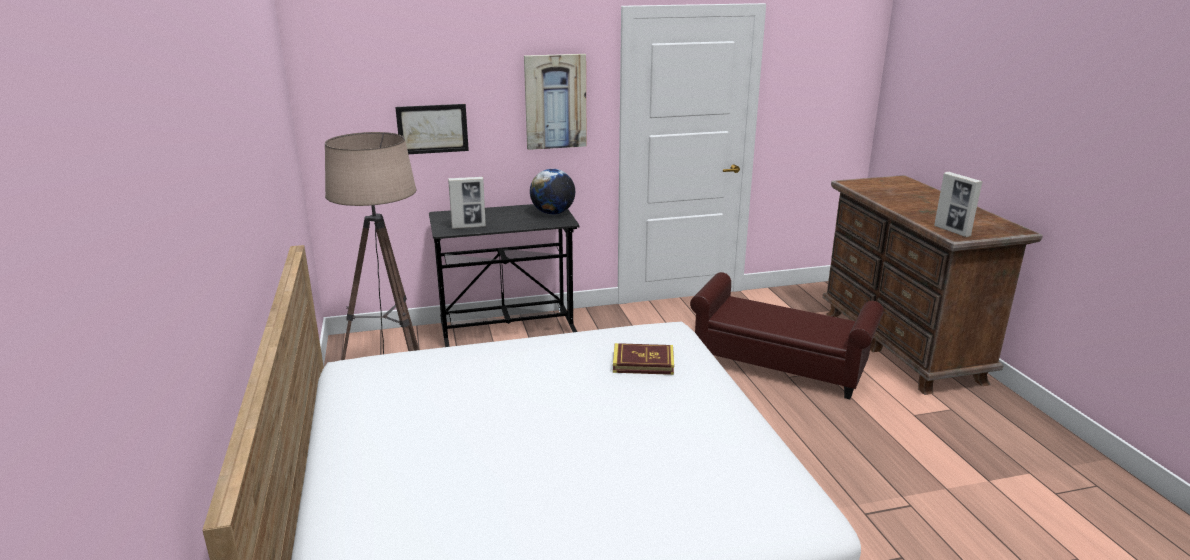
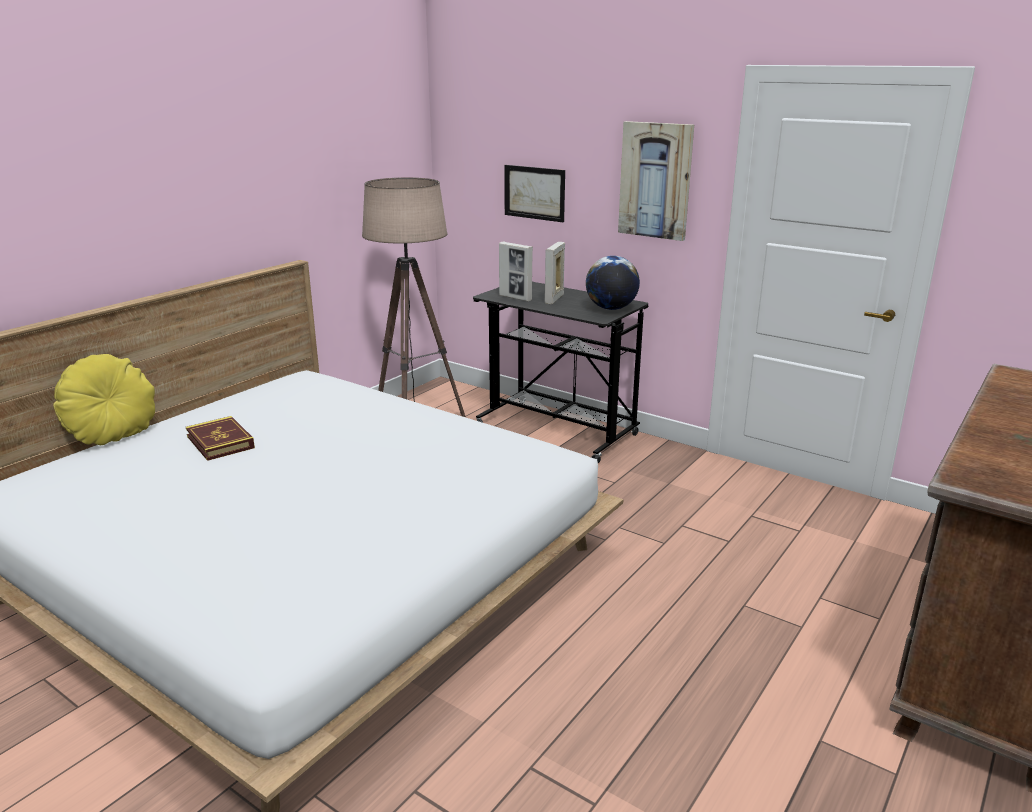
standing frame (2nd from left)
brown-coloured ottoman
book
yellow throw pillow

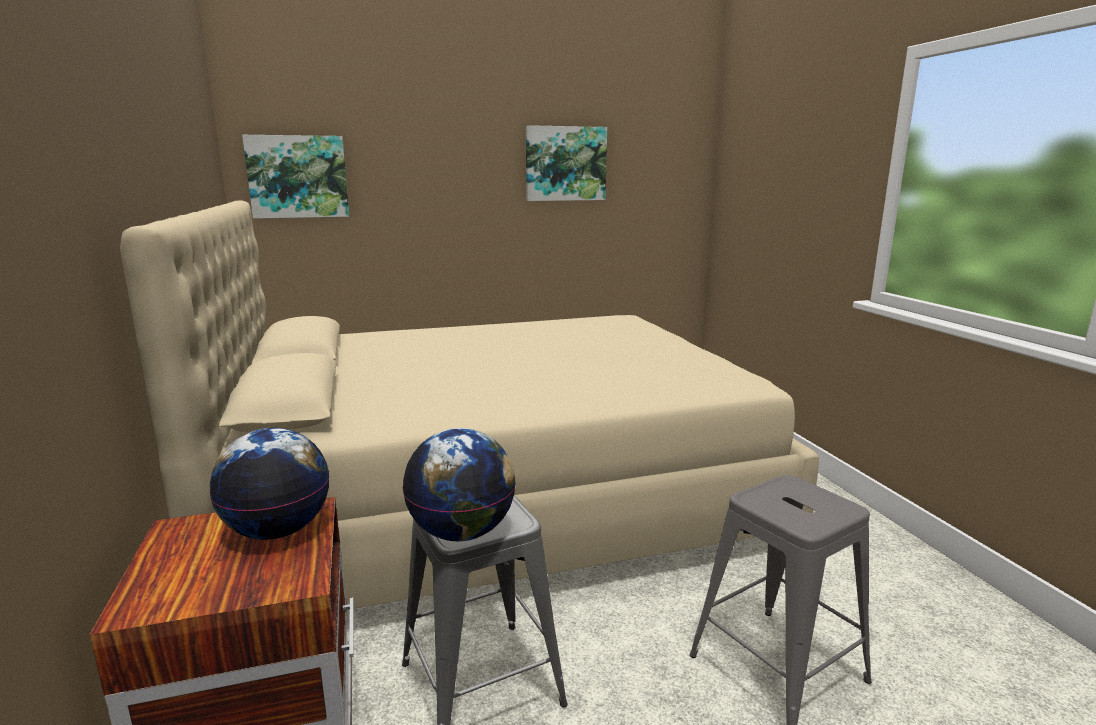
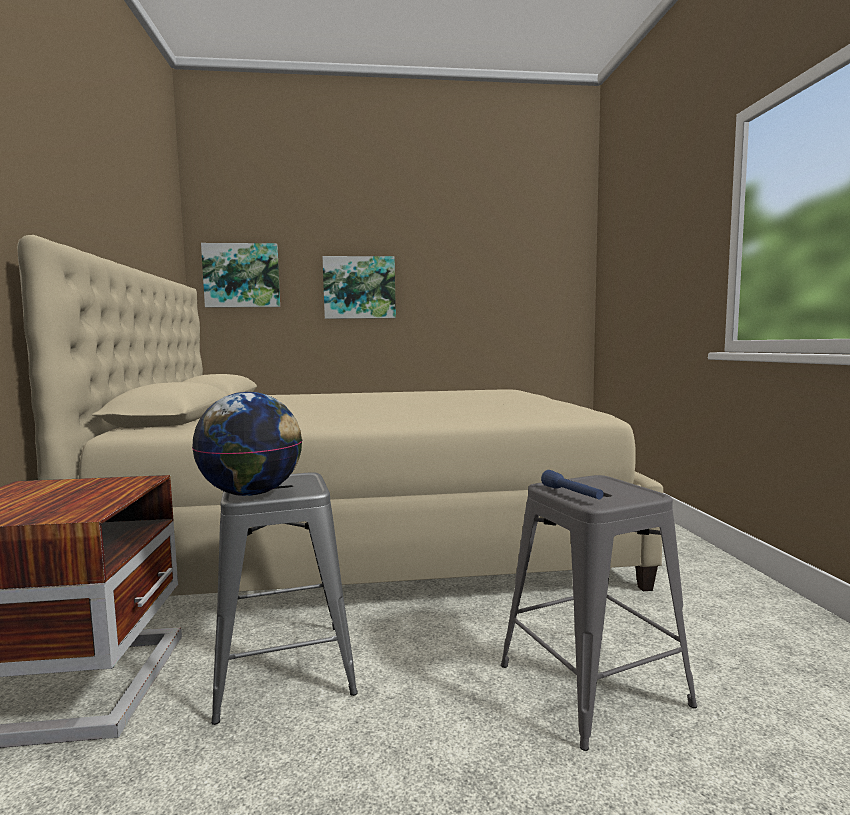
picture (2nd from left)
world globe (1st from left in the first image)
blue flashlight

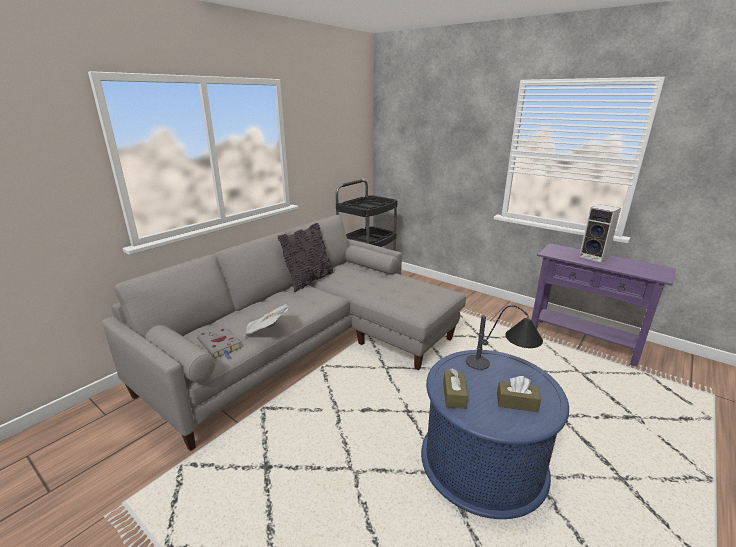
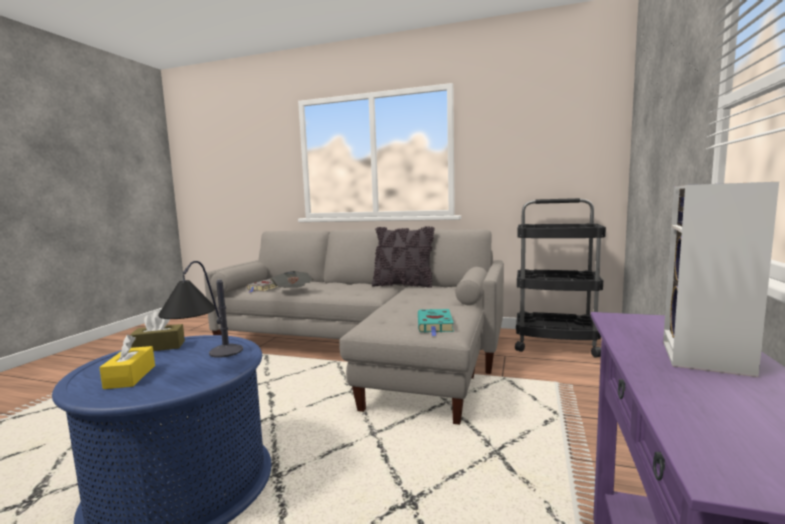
yellow tissue holder
blue-green book

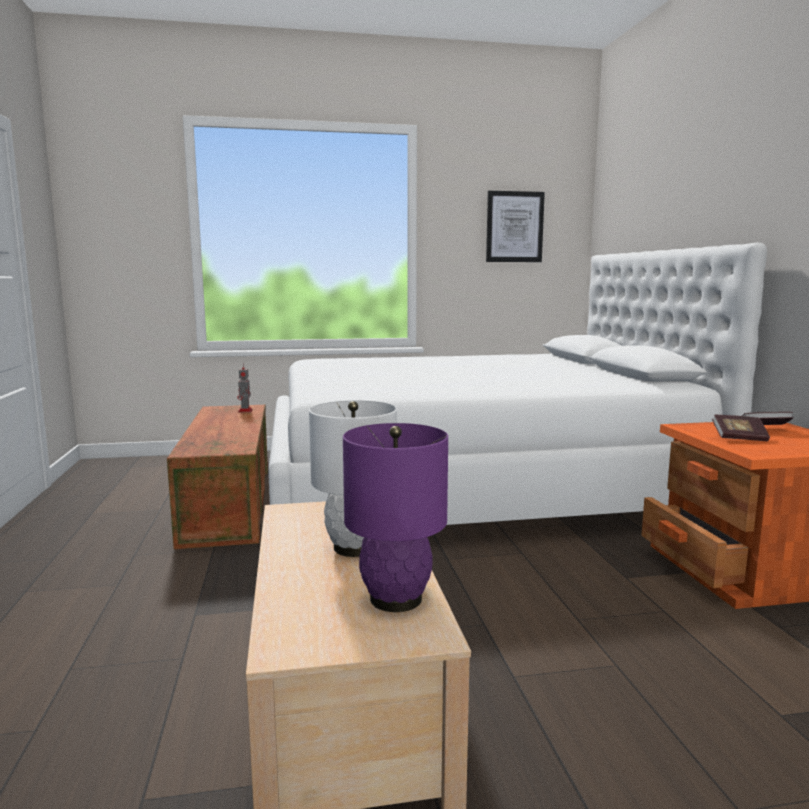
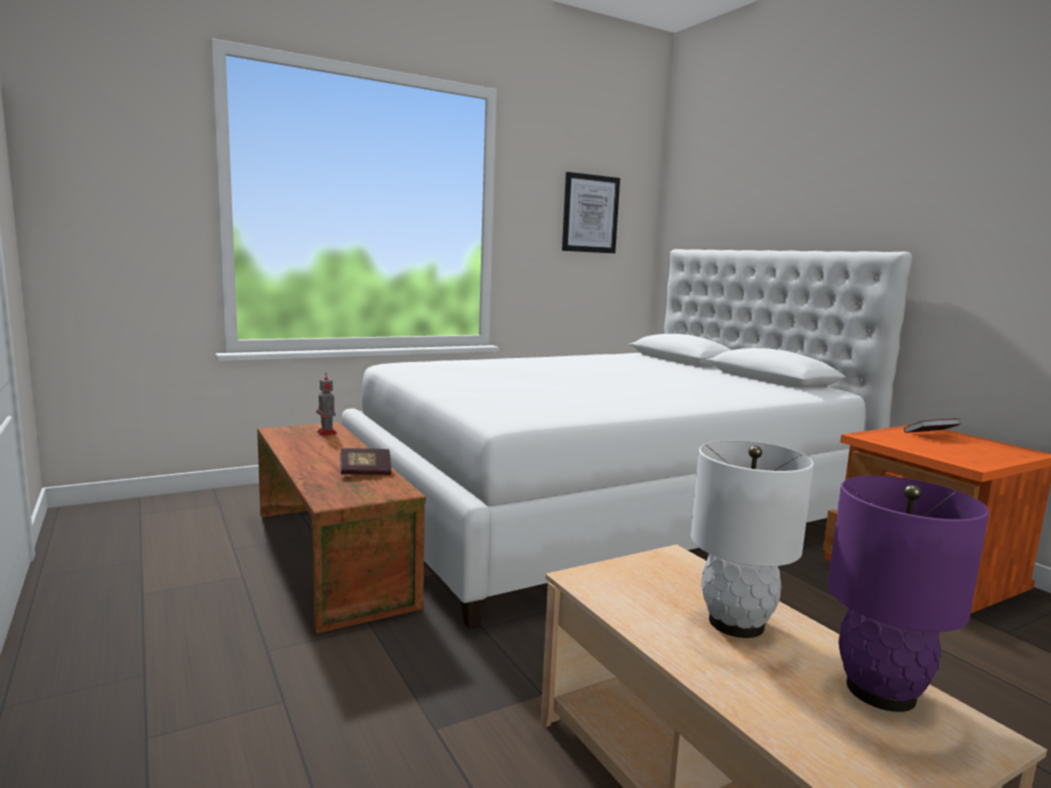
book (1st from left)

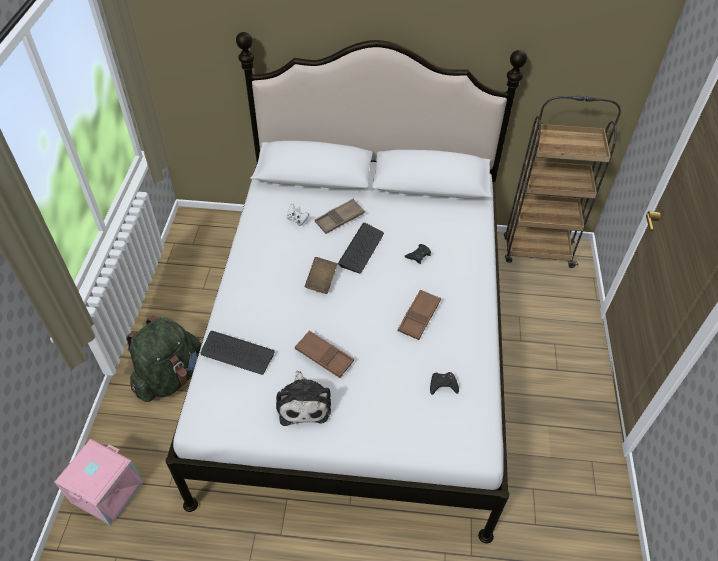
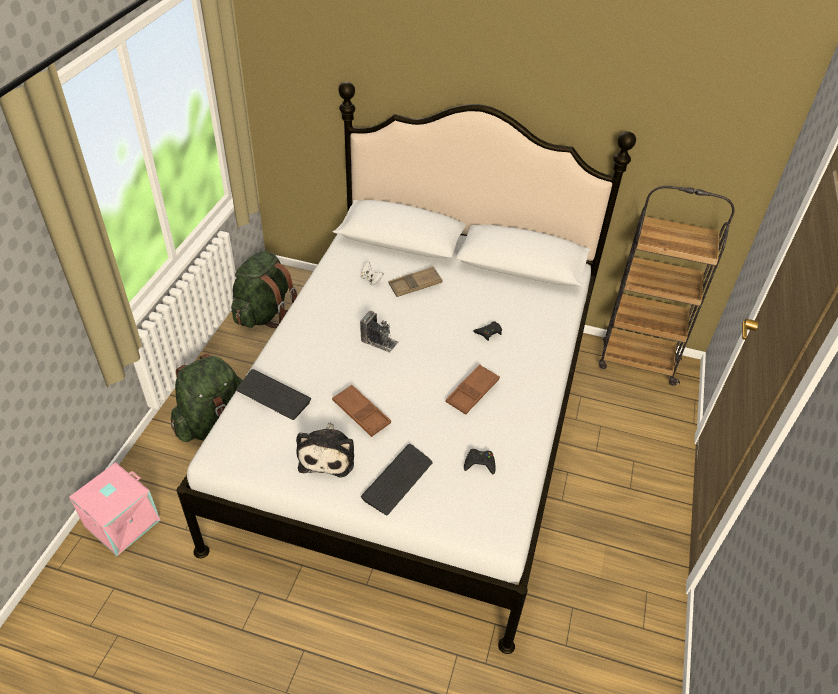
keyboard (2nd from left)
photo camera
green backpack (2nd from left)

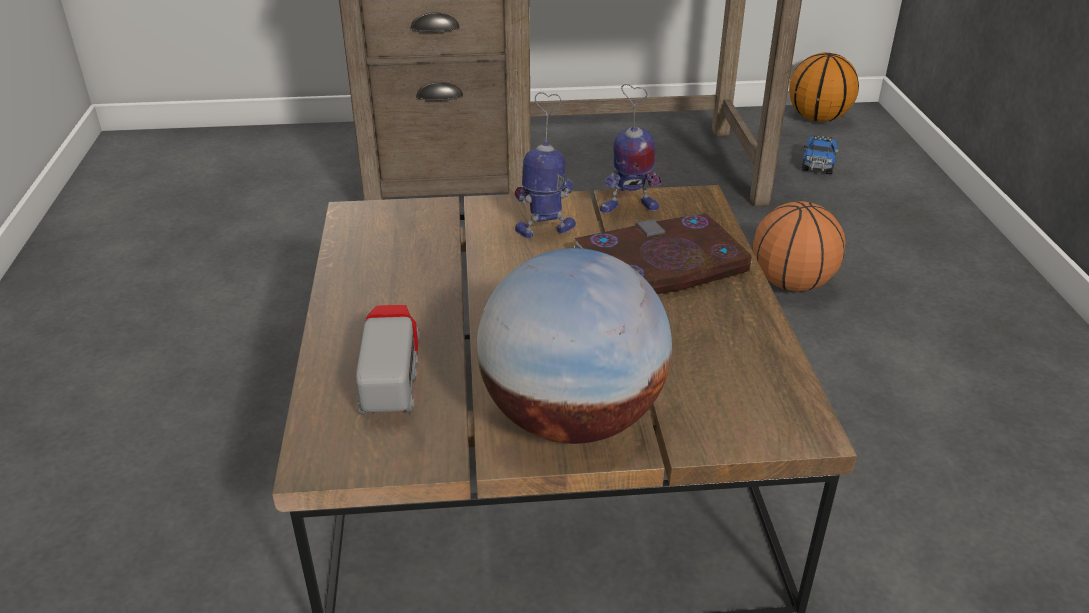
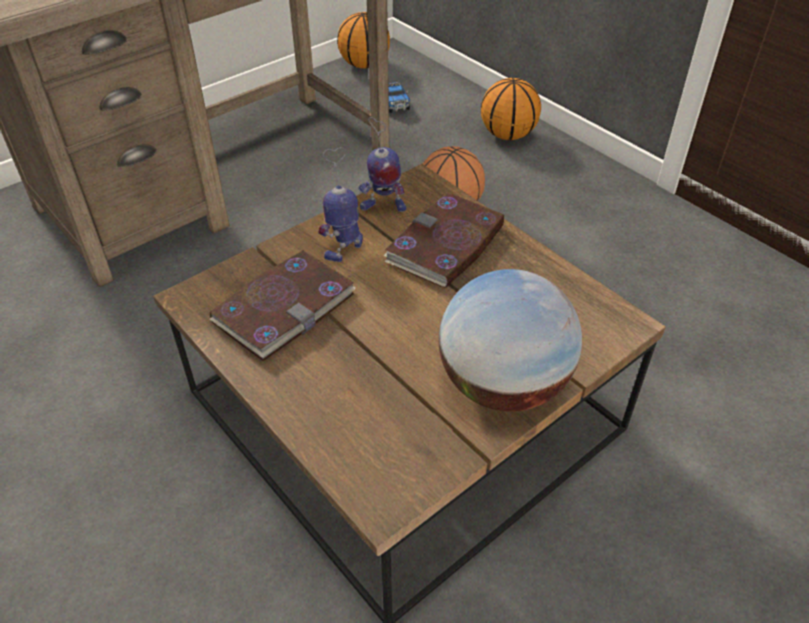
toy robot (2nd from left)
toy truck (1st from left in the first image)
basketball (3rd from left)
book (1st from left)

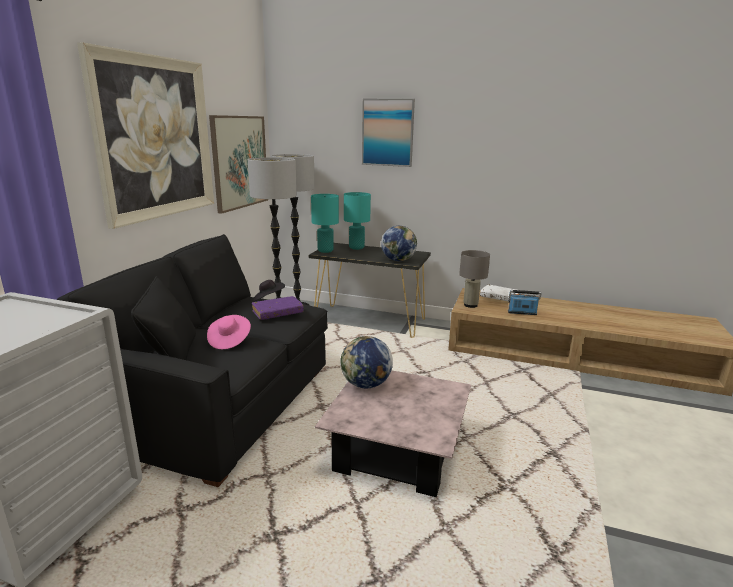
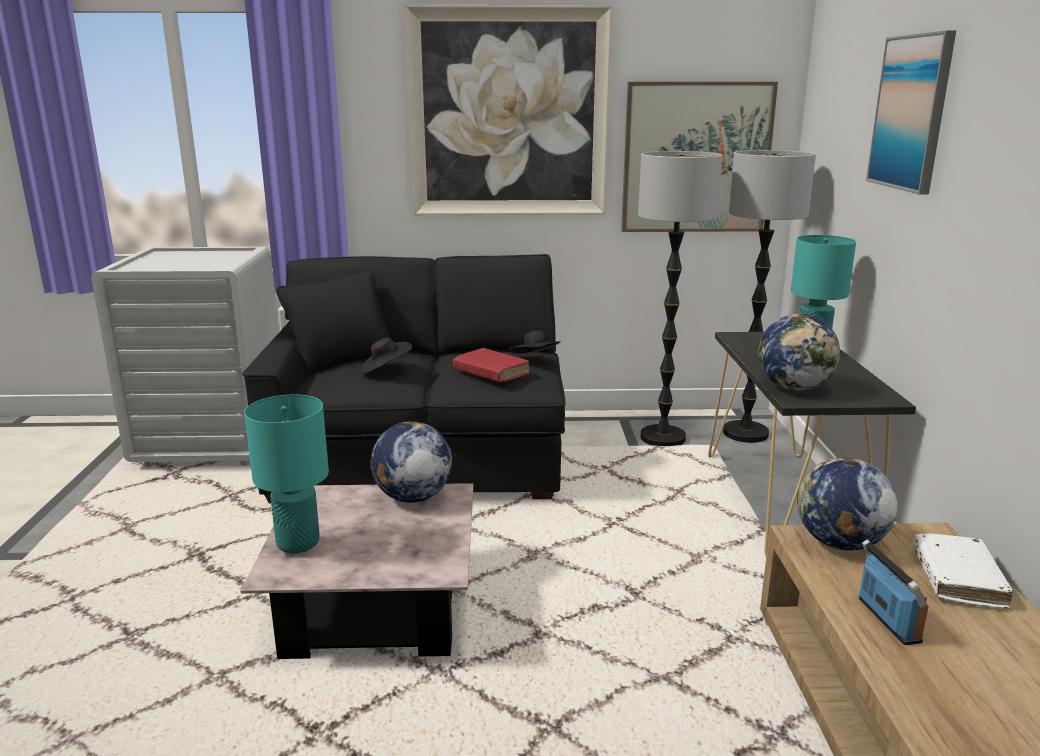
blue-green tabletop lamp (1st from left)
world globe (3rd from left)
red book
black hat (1st from left)

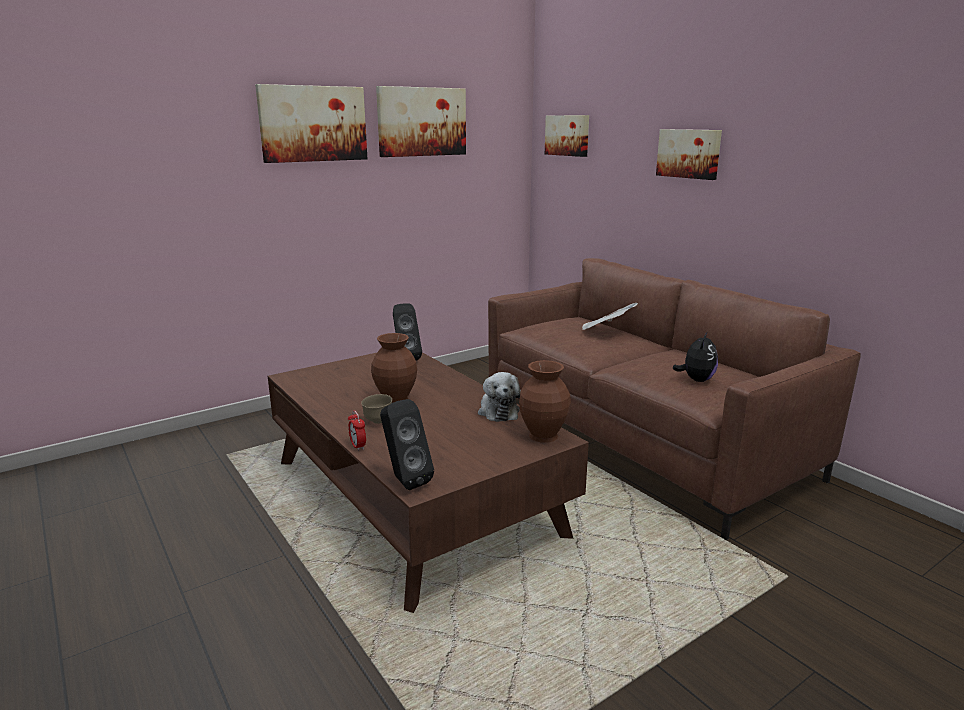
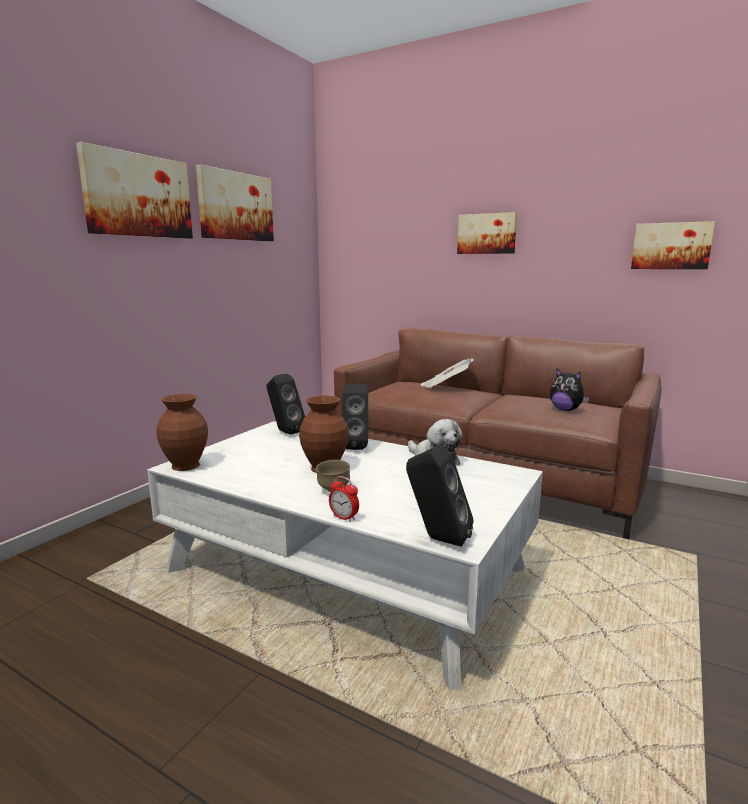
picture (4th from left)
plush toy (2nd from left)
white low table
brown-coloured decorative vase (1st from left)
black audio speaker (2nd from left)

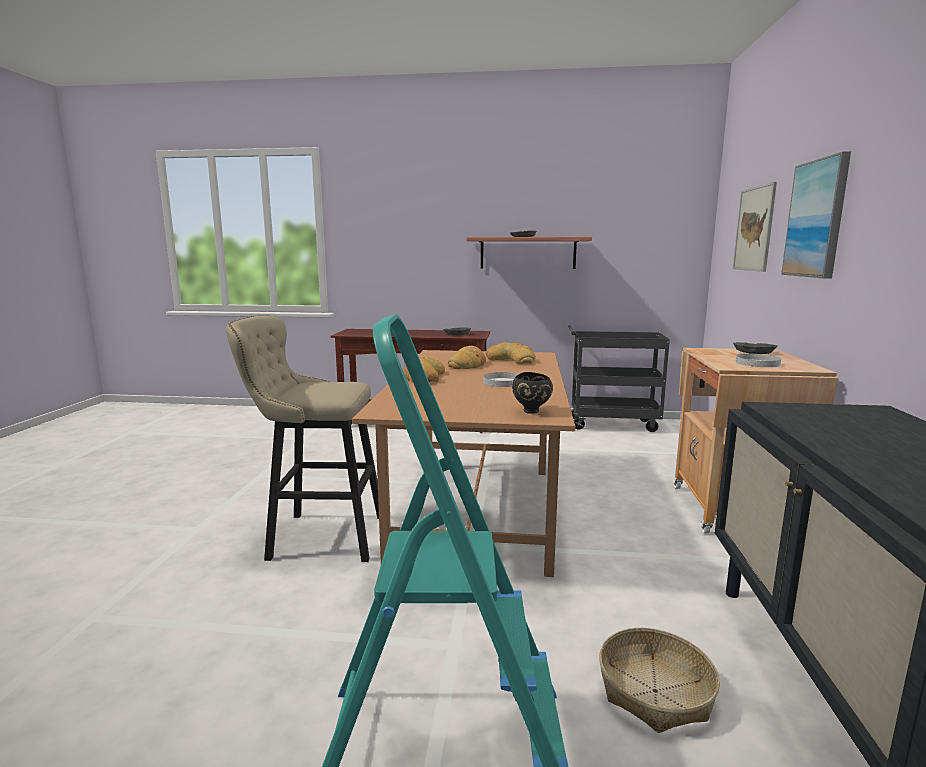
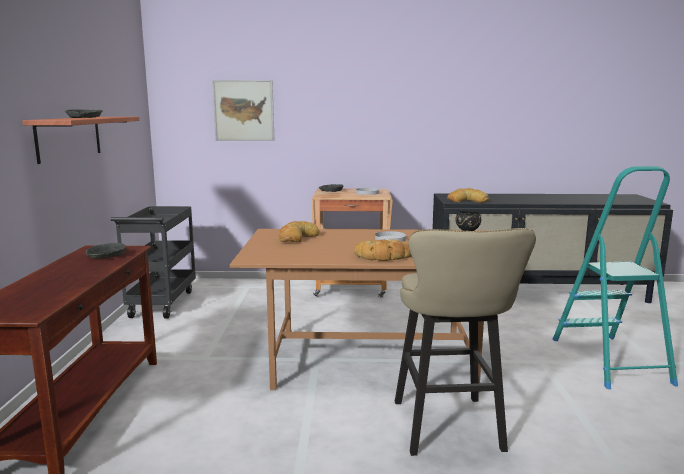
picture (2nd from left in the first image)
bakery bread (3rd from left)
storage basket

